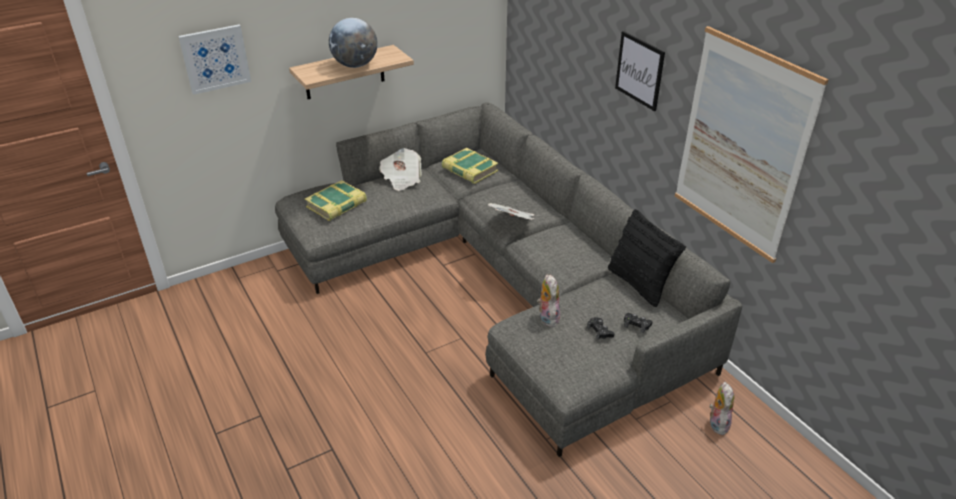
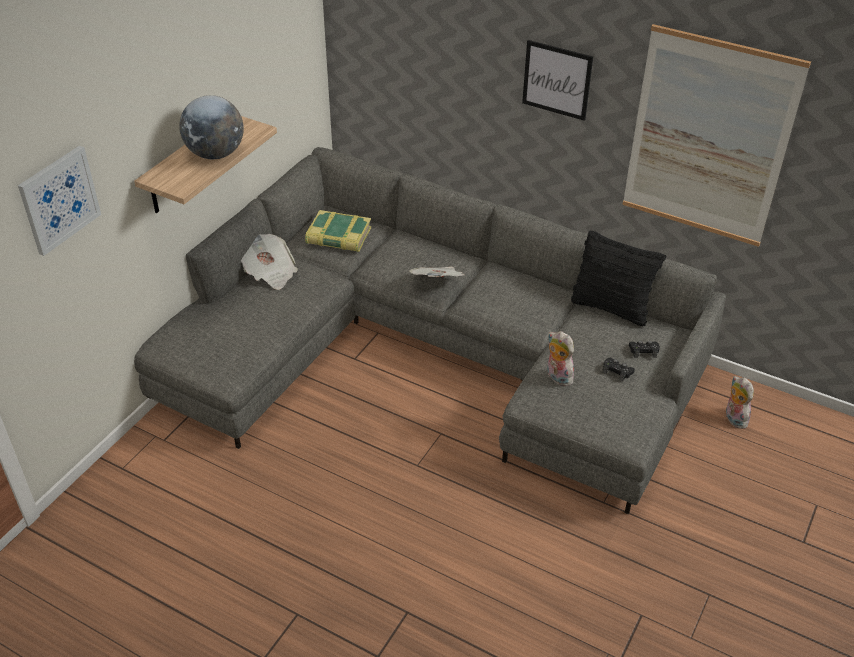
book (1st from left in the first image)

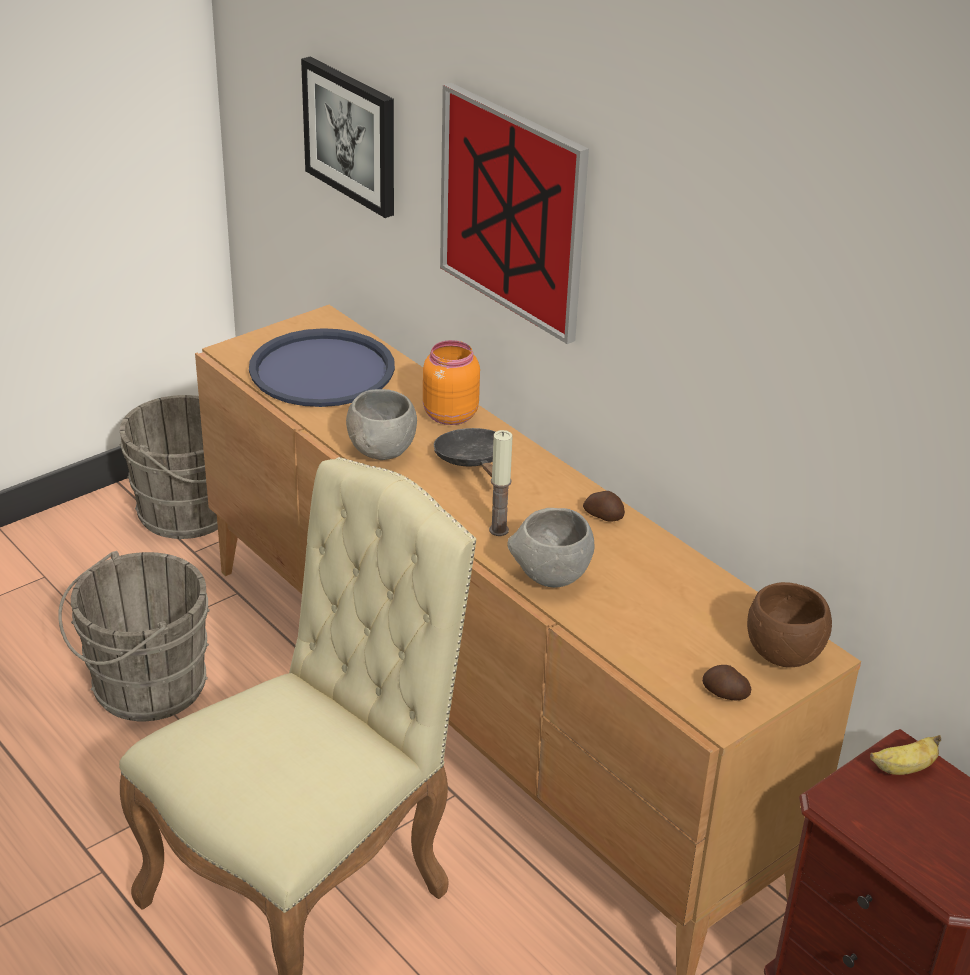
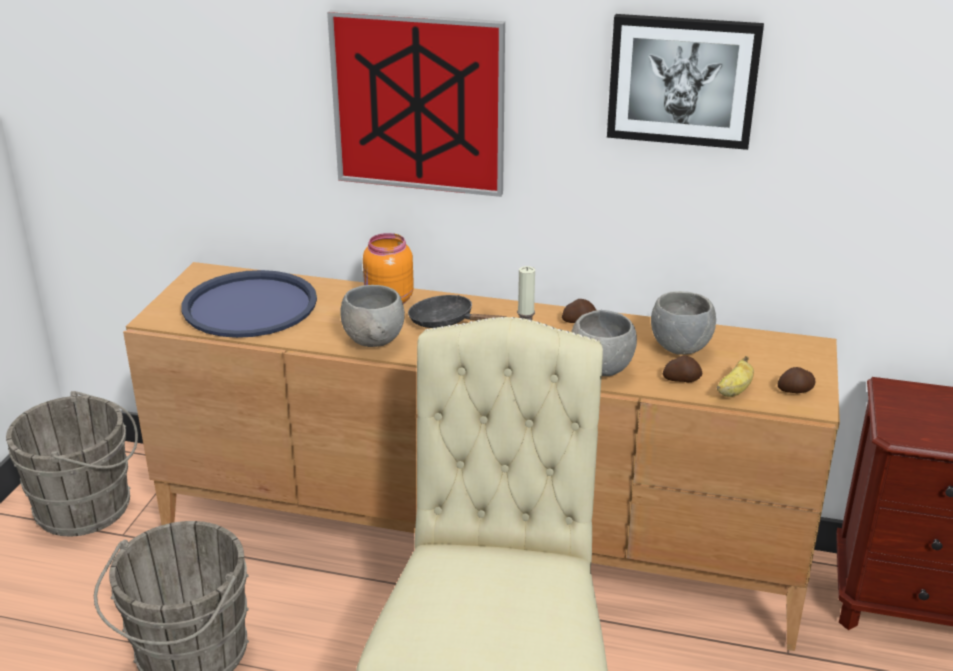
picture (2nd from left)
brown-coloured deep dish
banana fruit
greyish deep dish (3rd from left)
potato (2nd from left)

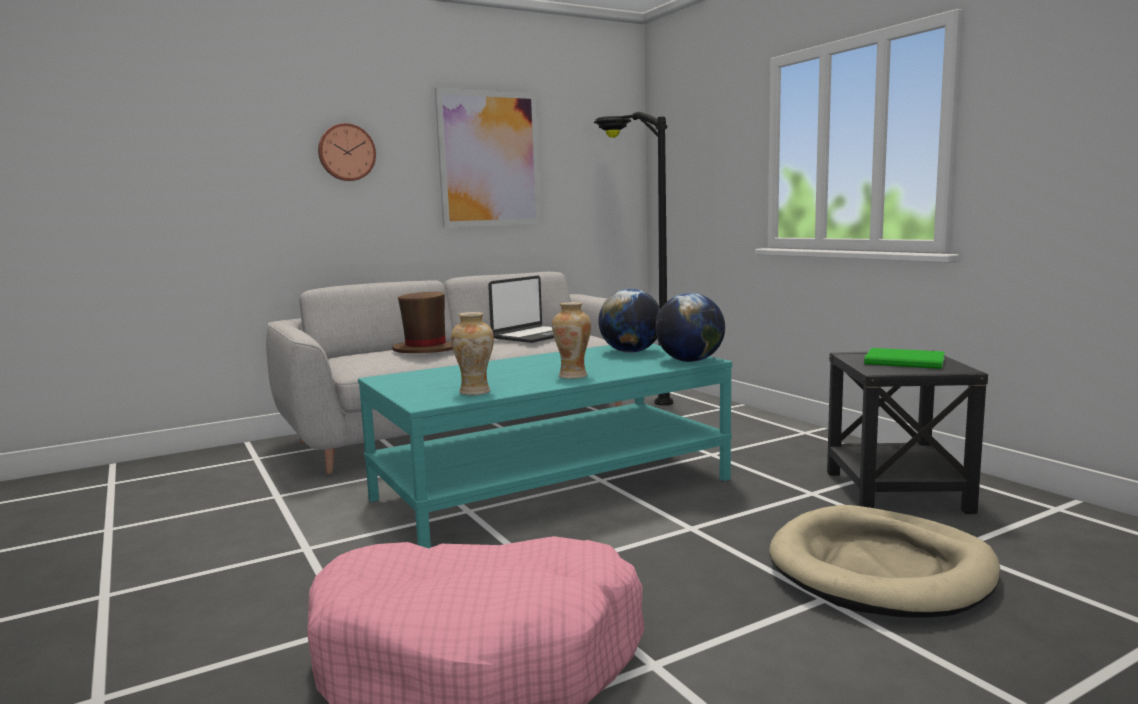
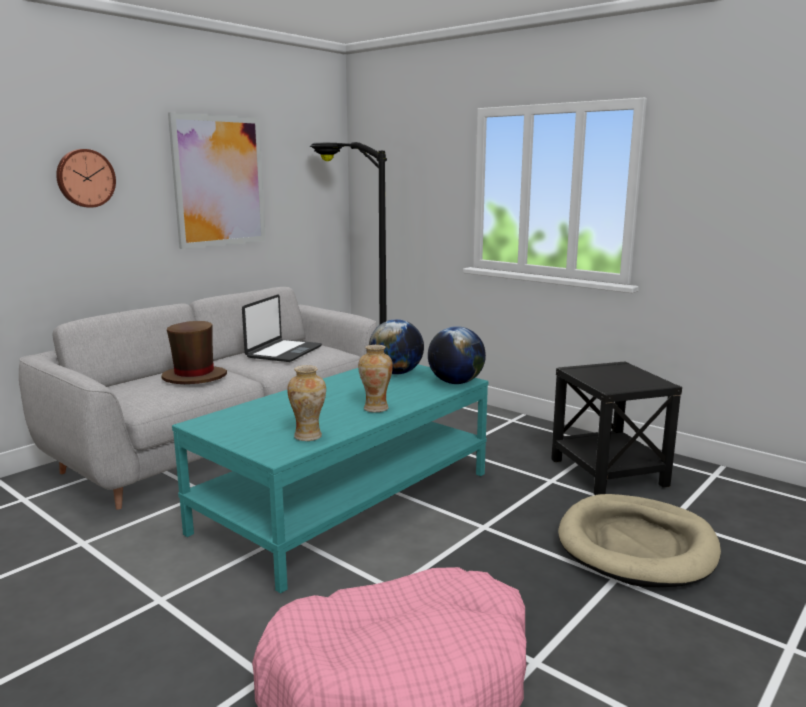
green book

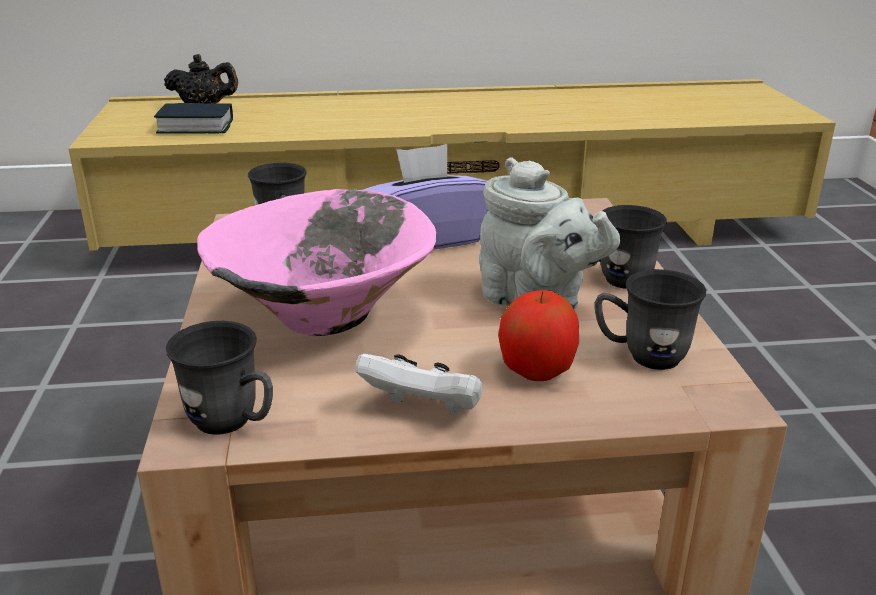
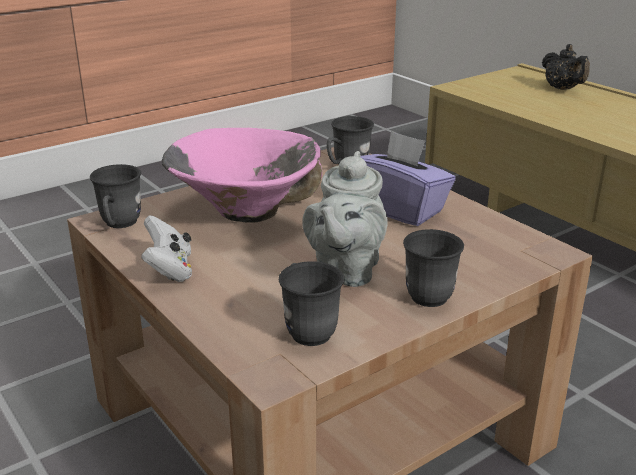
book
apple fruit

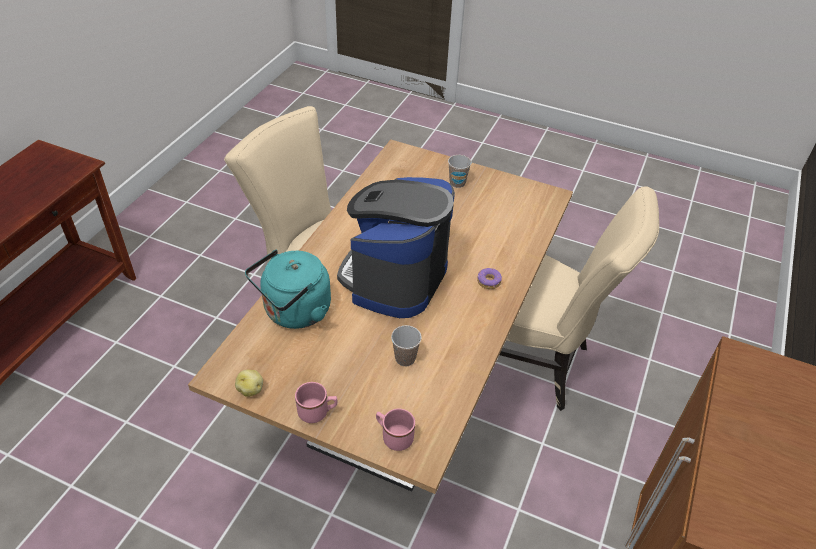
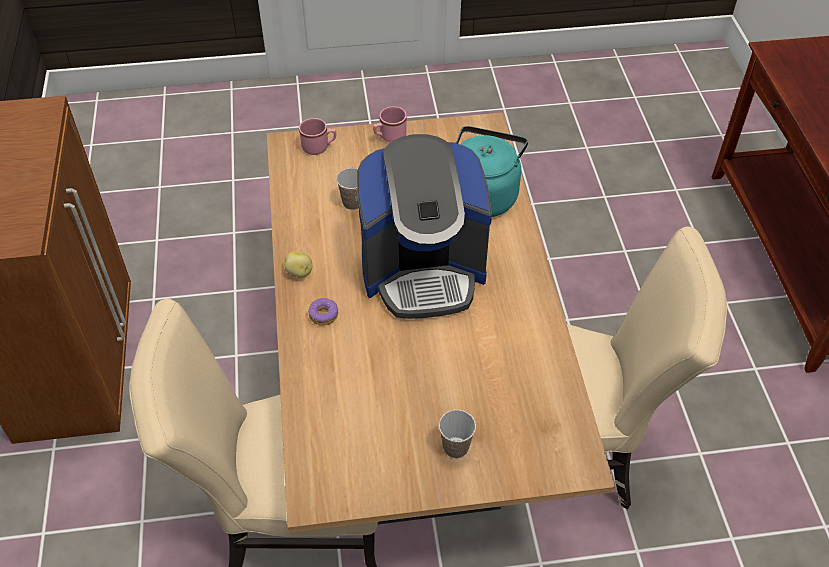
coffee machine
potato

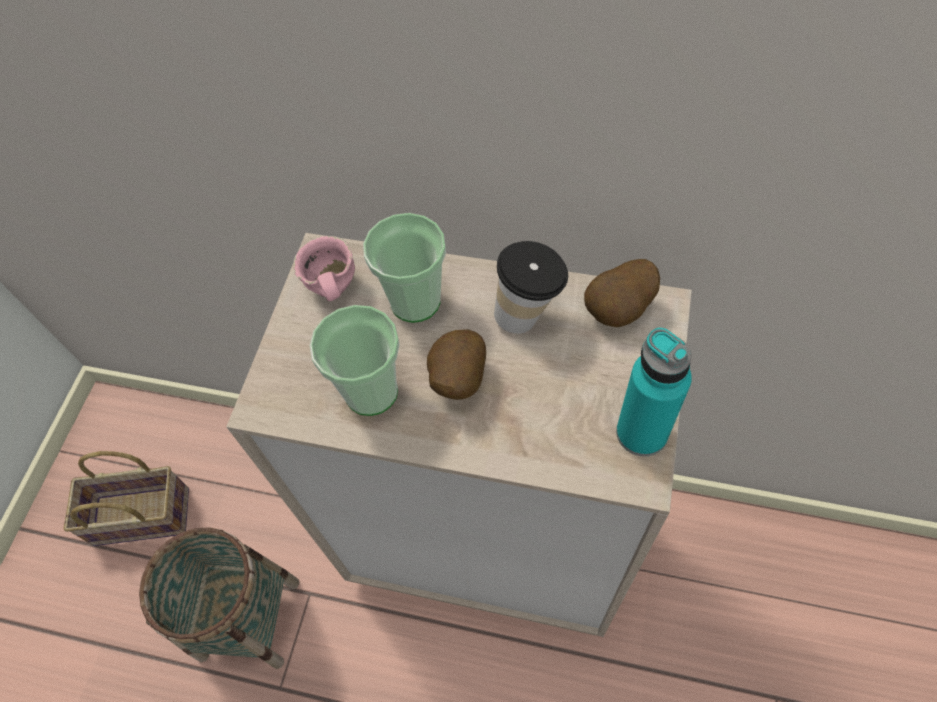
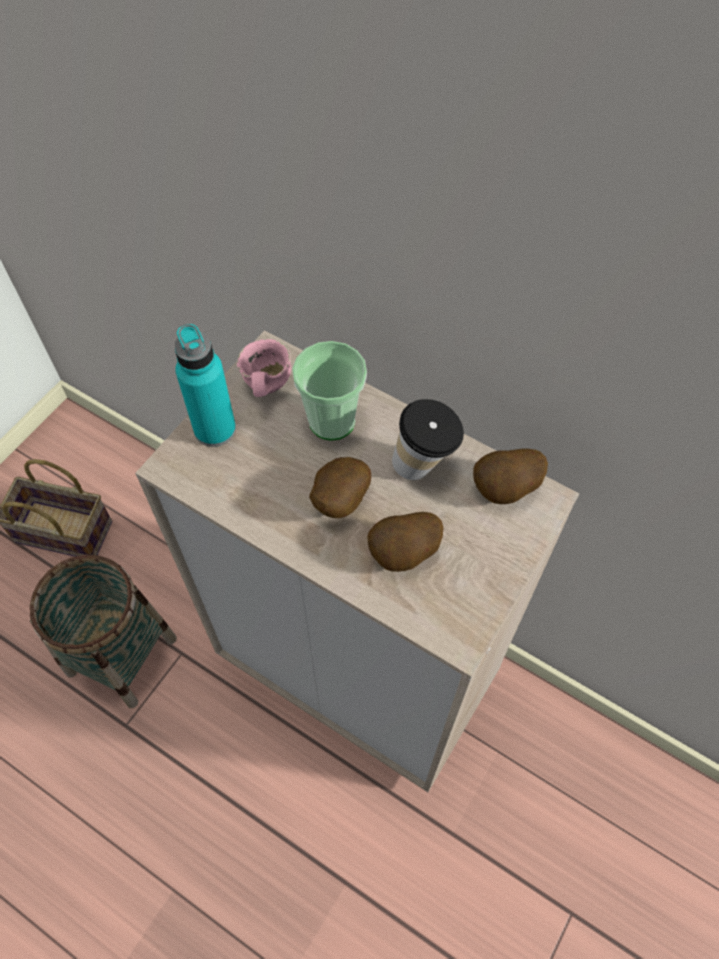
cup (1st from left in the first image)
blue-green beverage bottle
potato (2nd from left)

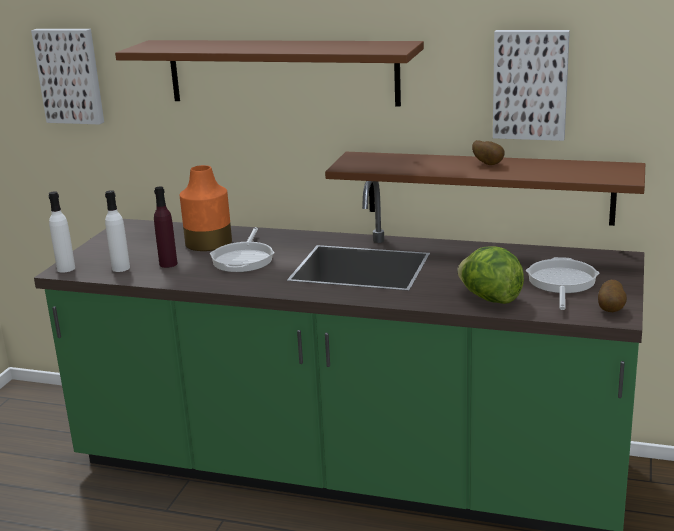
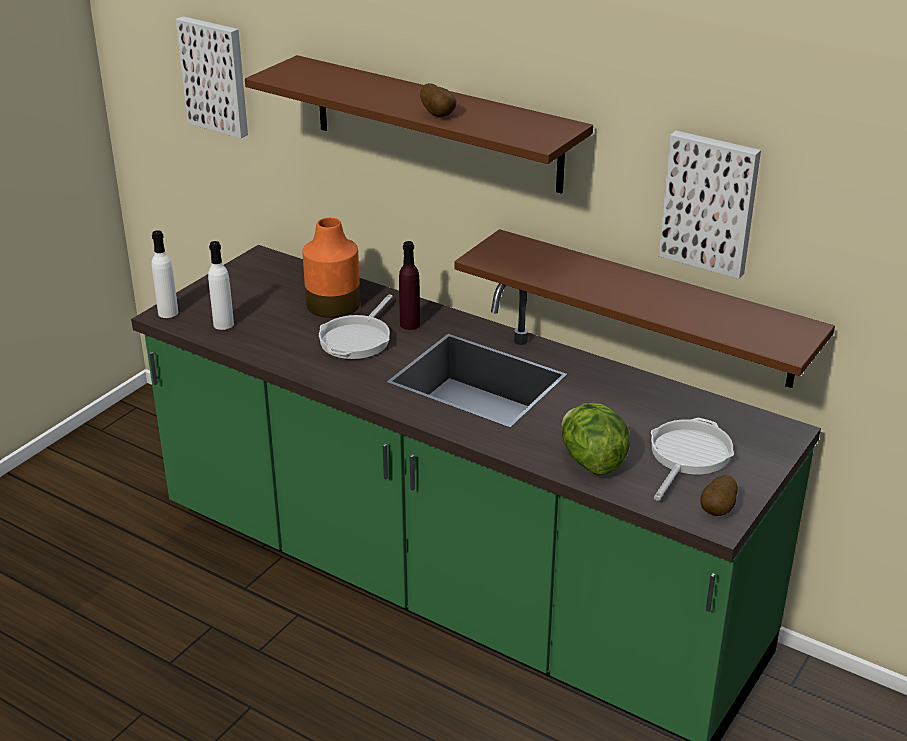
potato (1st from left)
purple beverage bottle

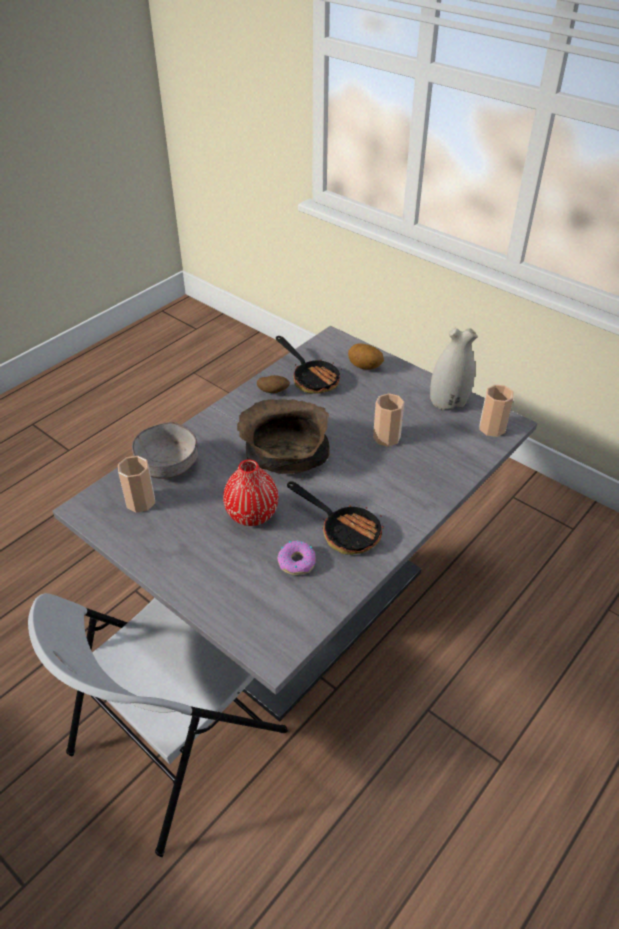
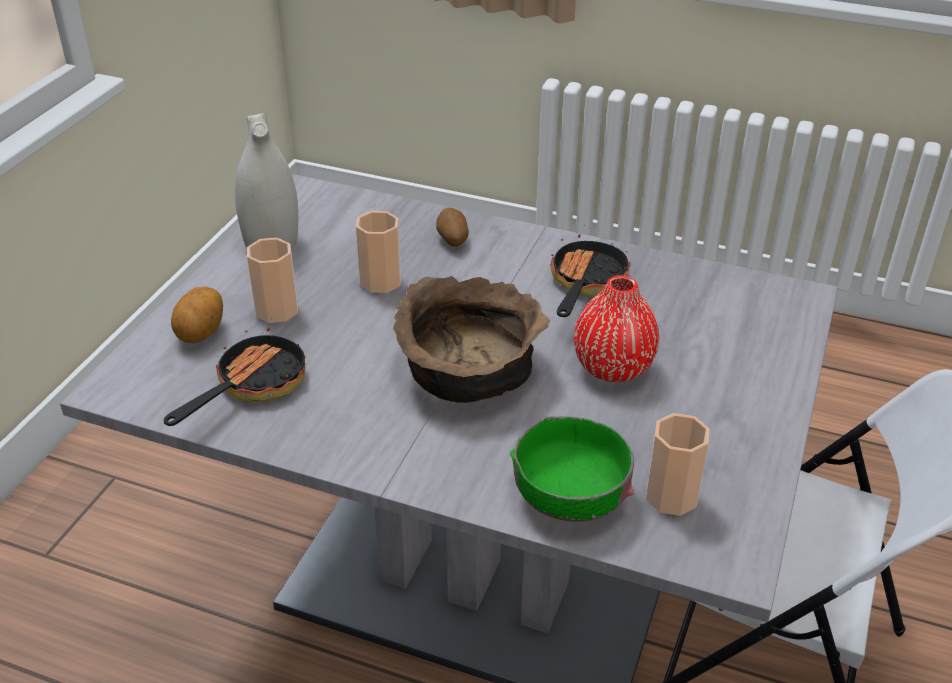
potato (2nd from left)
cup (1st from left)
green deep dish
donut

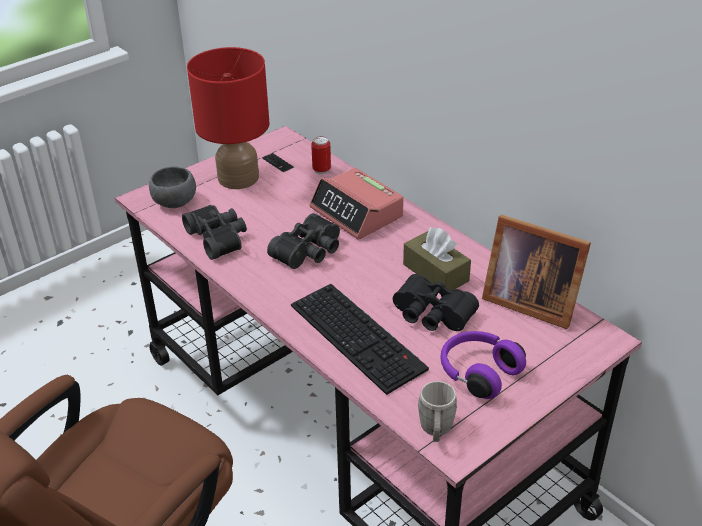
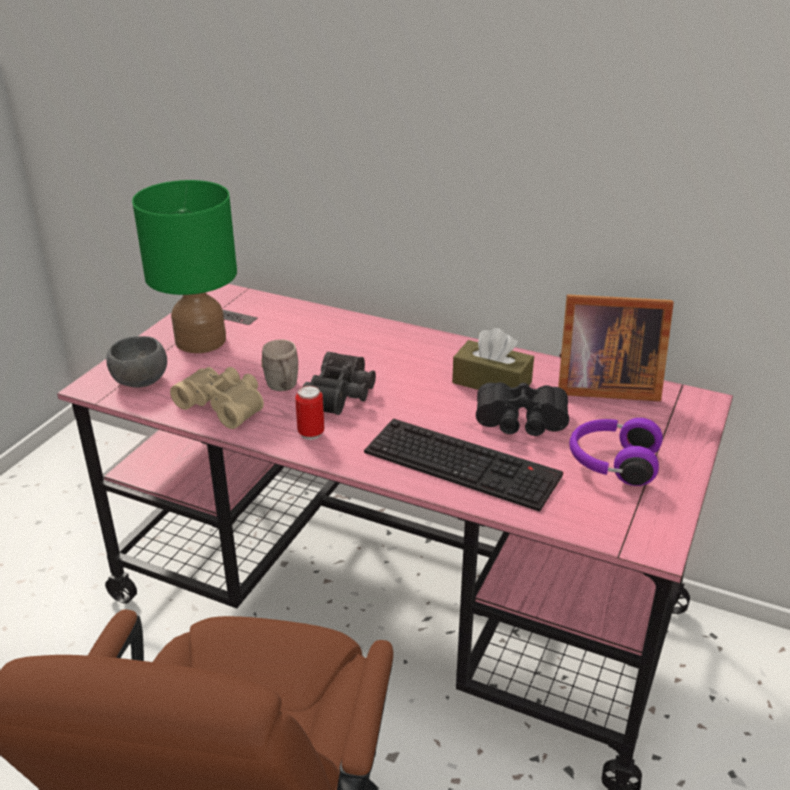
green tabletop lamp
can
table clock
beige-coloured binoculars
greyish tea mug

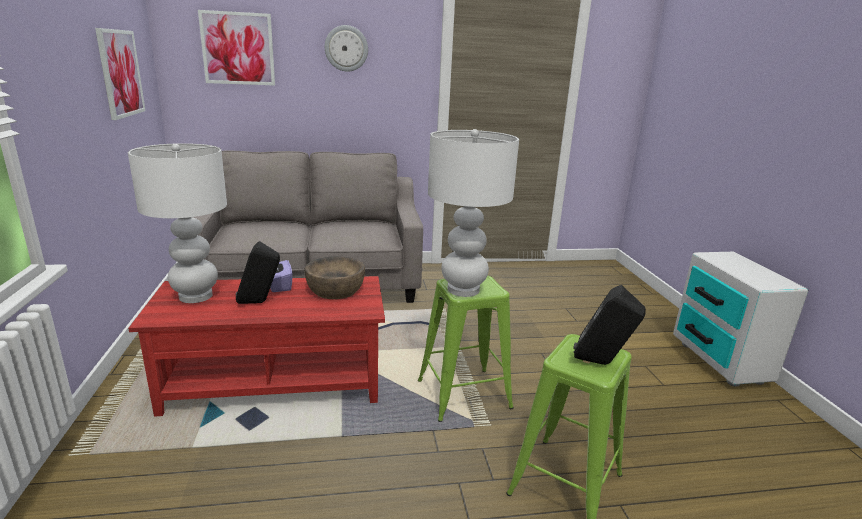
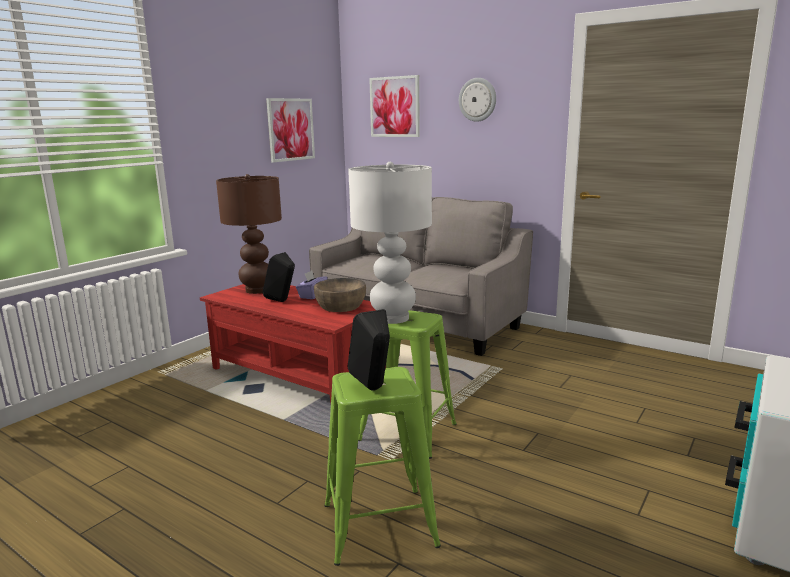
brown-coloured tabletop lamp

